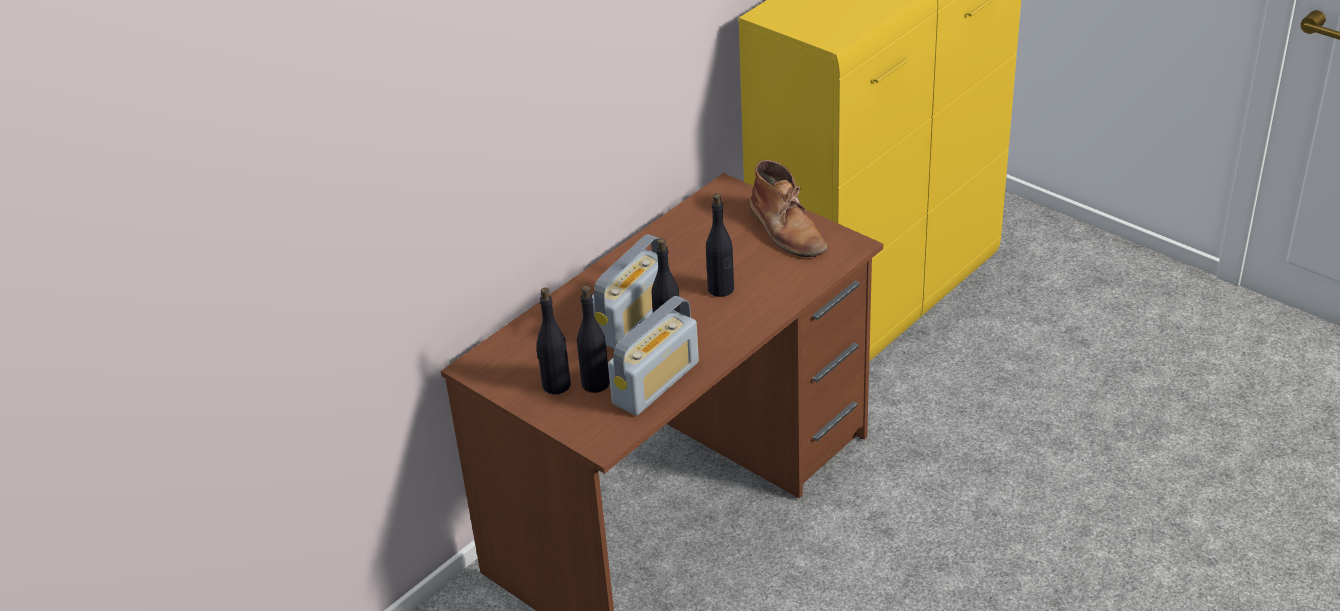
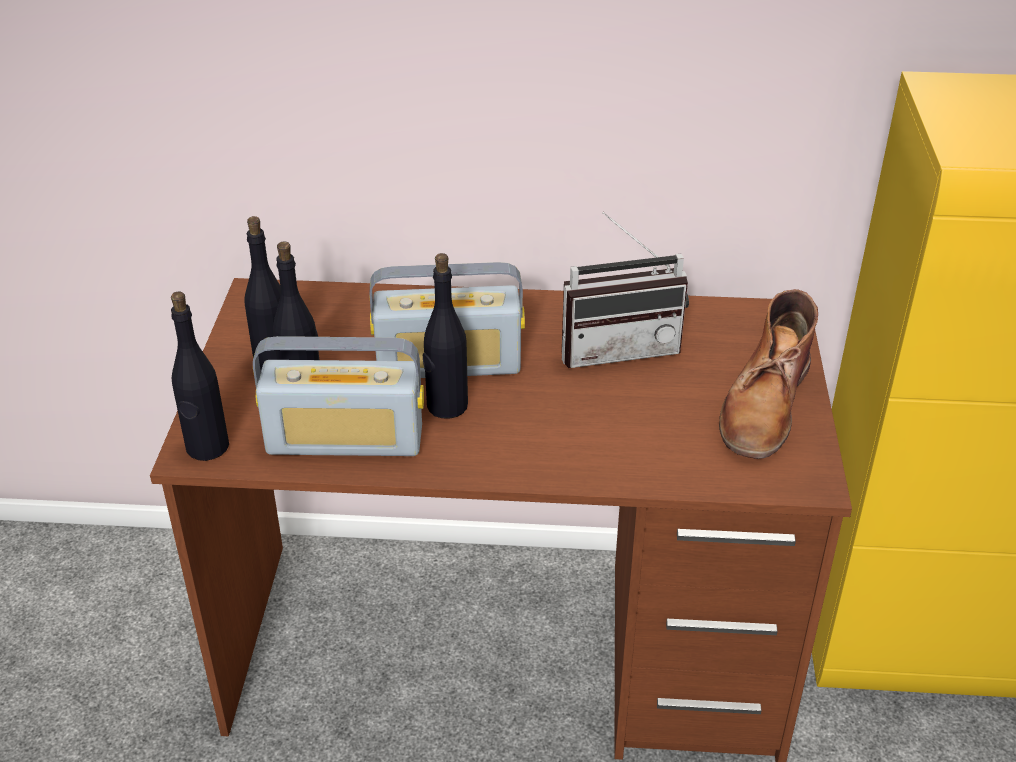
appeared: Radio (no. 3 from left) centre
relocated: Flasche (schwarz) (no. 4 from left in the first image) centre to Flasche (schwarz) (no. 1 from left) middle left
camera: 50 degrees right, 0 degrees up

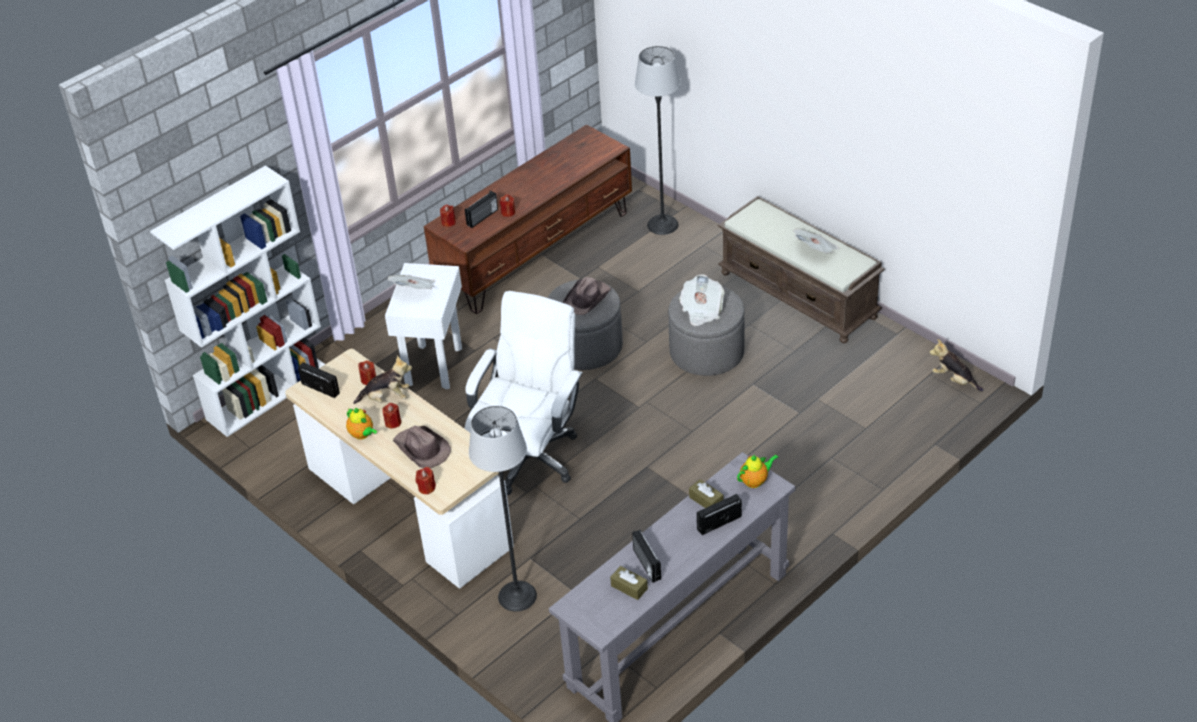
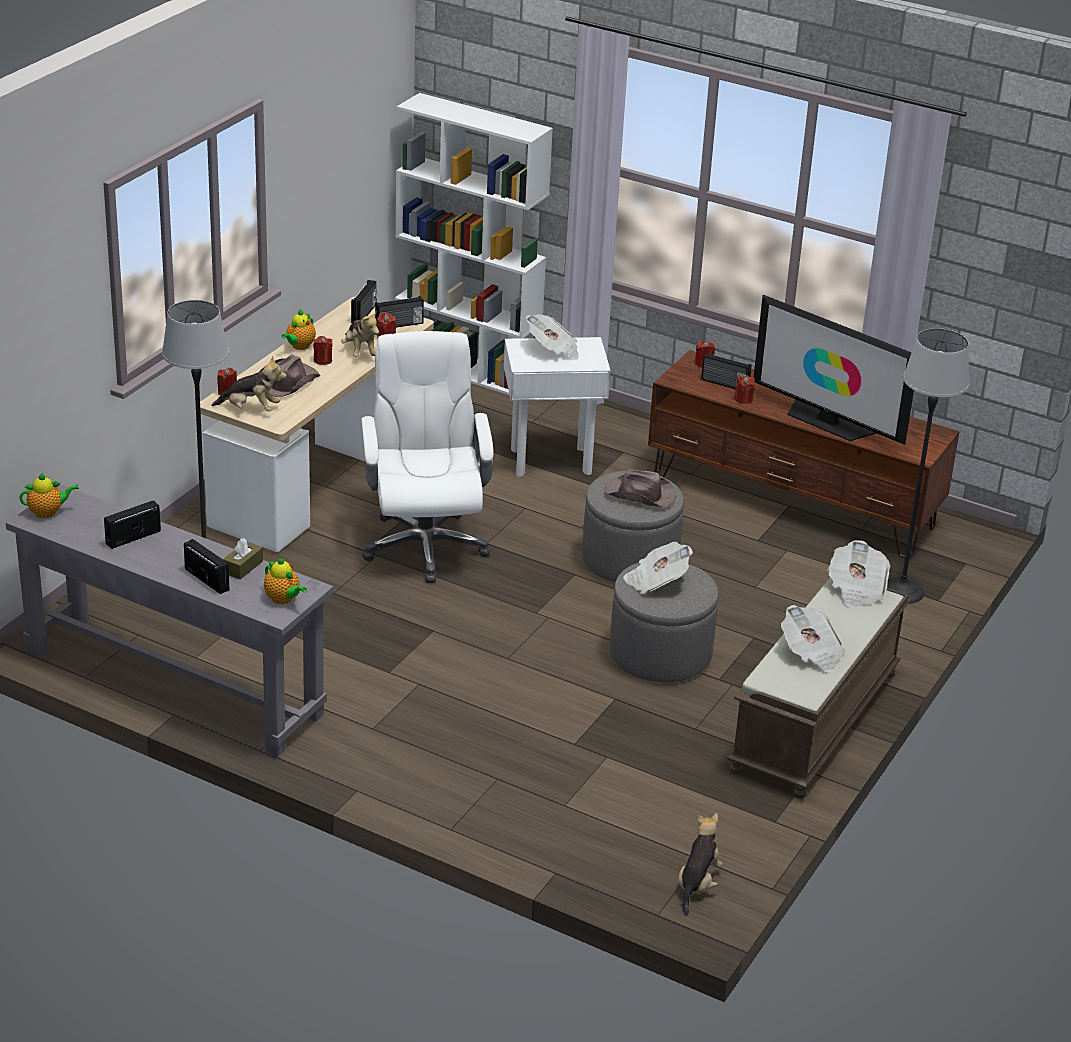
missing: Taschentuchbox (braun) (no. 1 from left) bottom centre
appeared: Teekanne (no. 1 from left) middle left; Plüschtier (no. 1 from left) middle left; Radio (no. 4 from left) top centre; Fernseher middle right; Zeitung (no. 4 from left) middle right
spun: Bürostuhl (weiß) centre = centre 105 degrees counterclockwise
camera: 70 degrees right, 10 degrees down

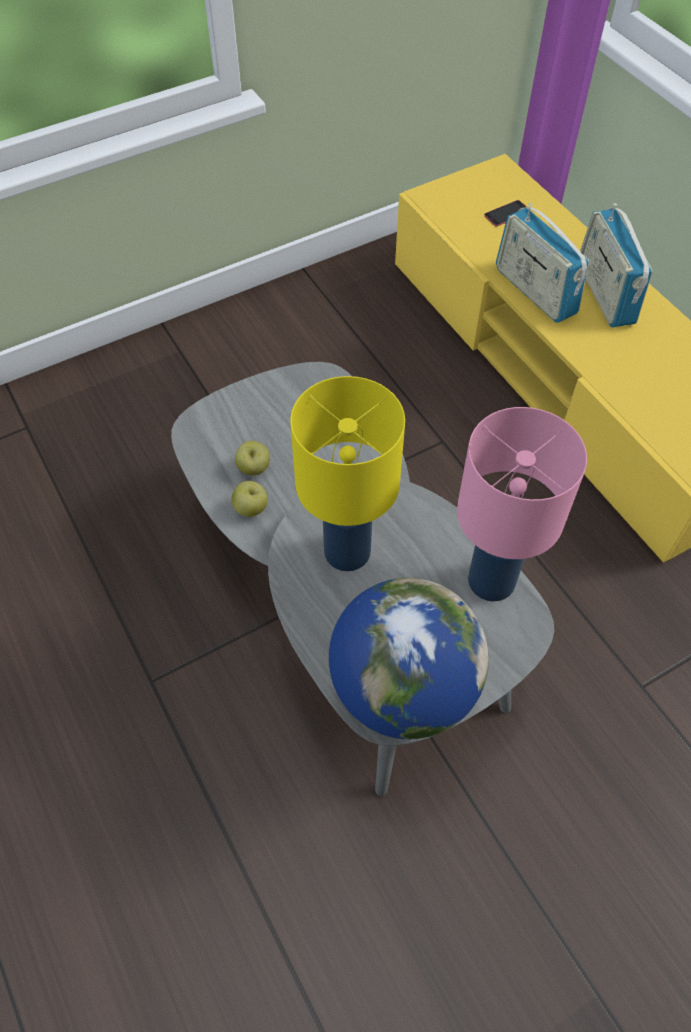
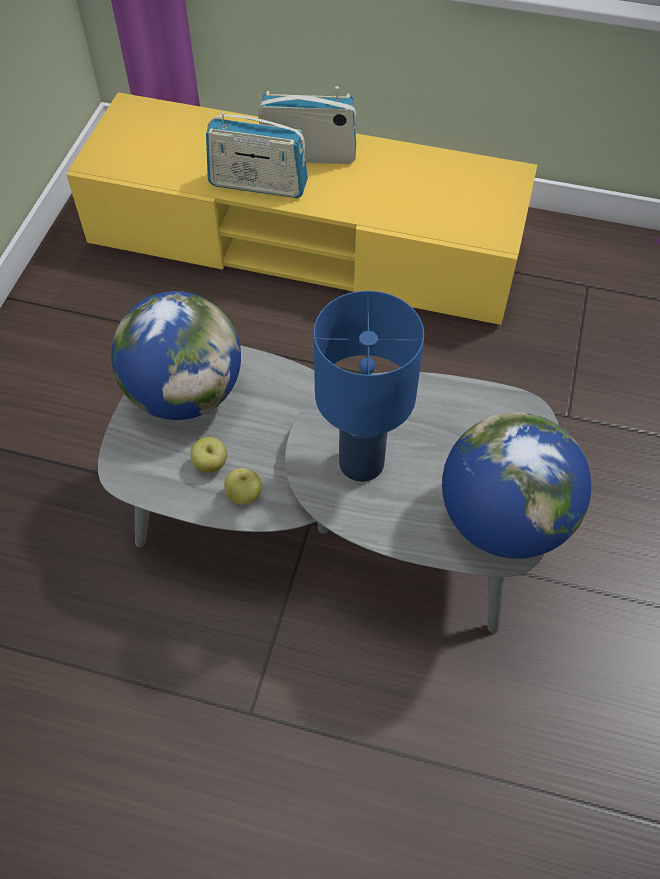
missing: Tischlampe (rosa) middle right; Handy top right
appeared: Globus (no. 1 from left) middle left
colour: Tischlampe (gelb) centre to Tischlampe (blau) centre
spun: Radio (no. 2 from left) top right = top centre 150 degrees clockwise
camera: 45 degrees left, 0 degrees up

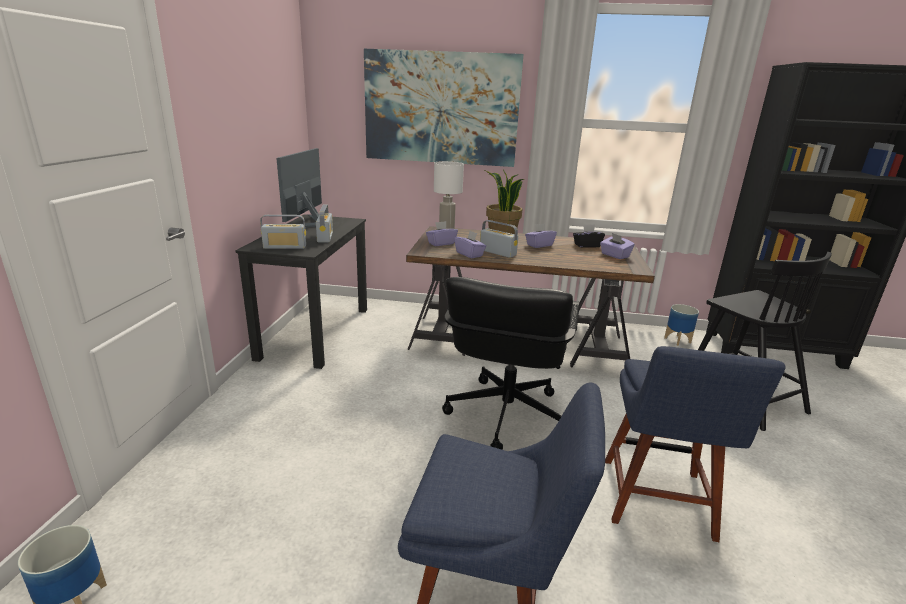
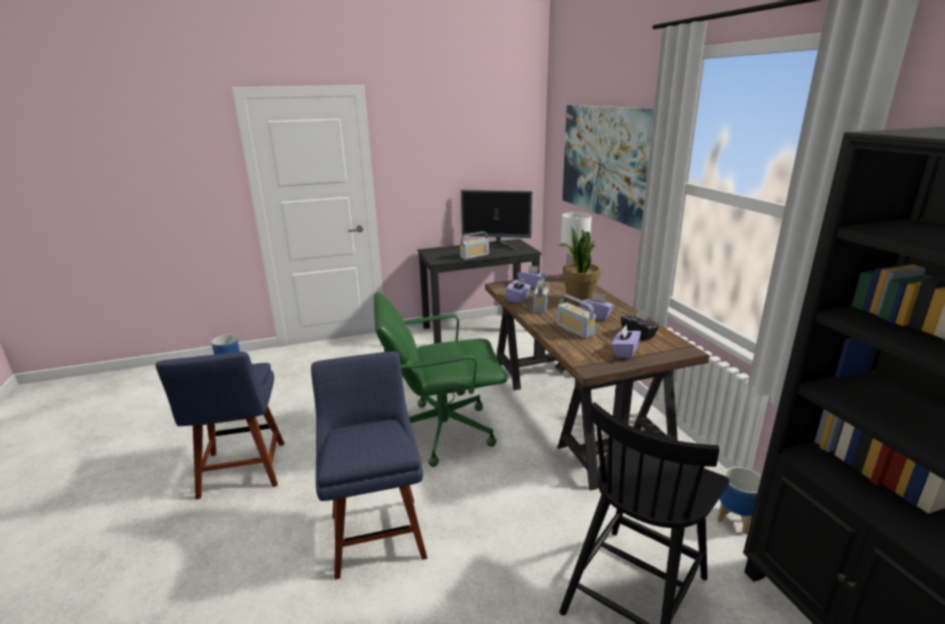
relocated: Radio (no. 1 from left in the first image) middle left to Radio (no. 3 from left) centre
colour: Bürostuhl (schwarz) centre to Bürostuhl (grün) centre
spun: Monitor top left = centre 150 degrees counterclockwise; Stuhl (blau) (no. 2 from left) bottom right = bottom centre 90 degrees clockwise
camera: 65 degrees right, 0 degrees up

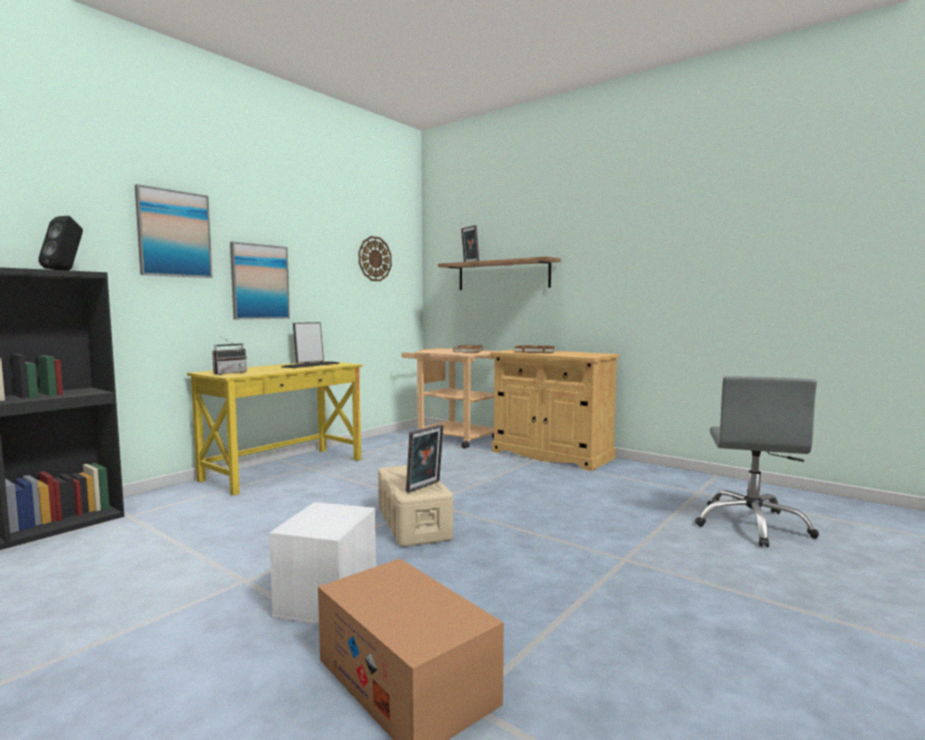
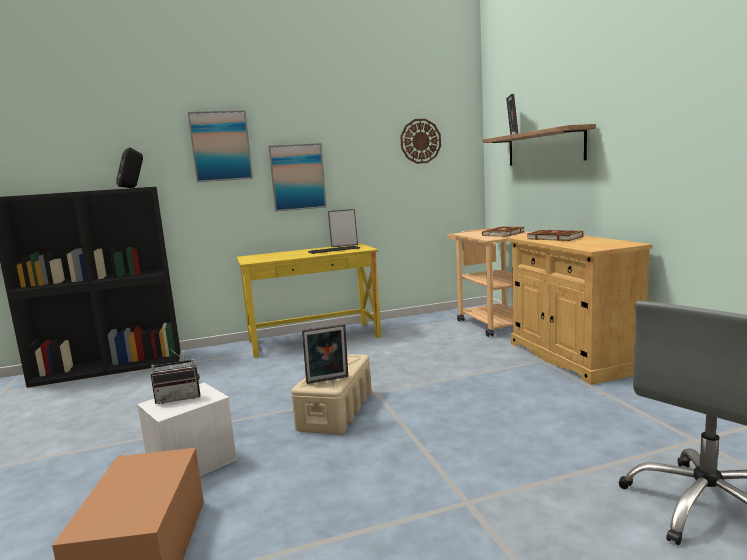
relocated: Radio middle left to bottom left
camera: 35 degrees right, 5 degrees up

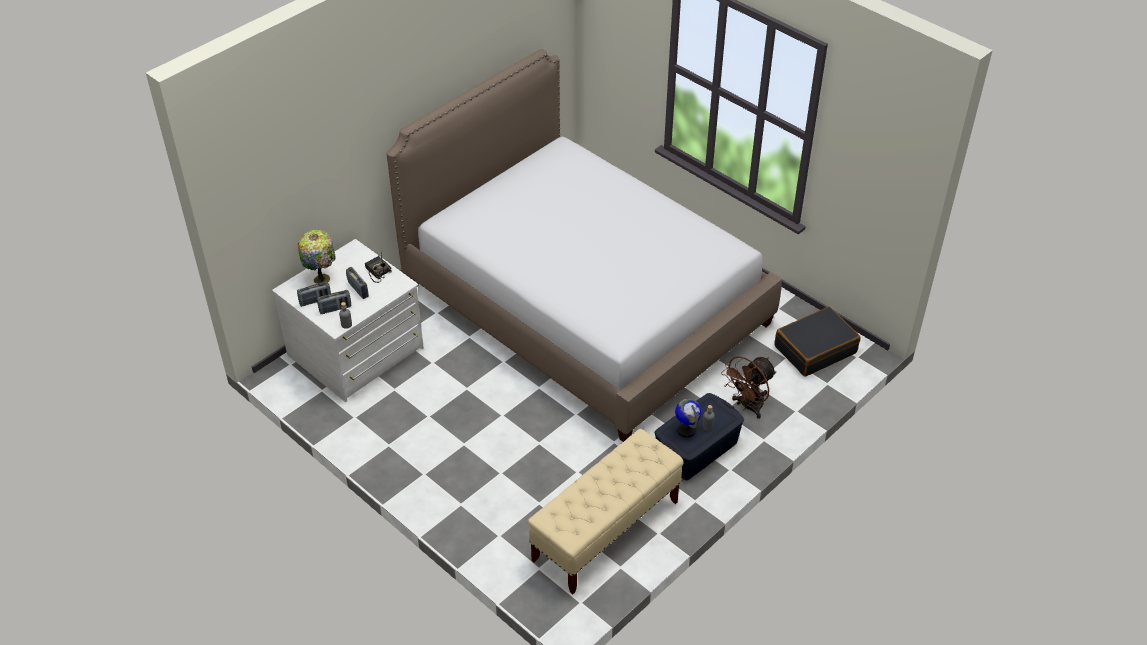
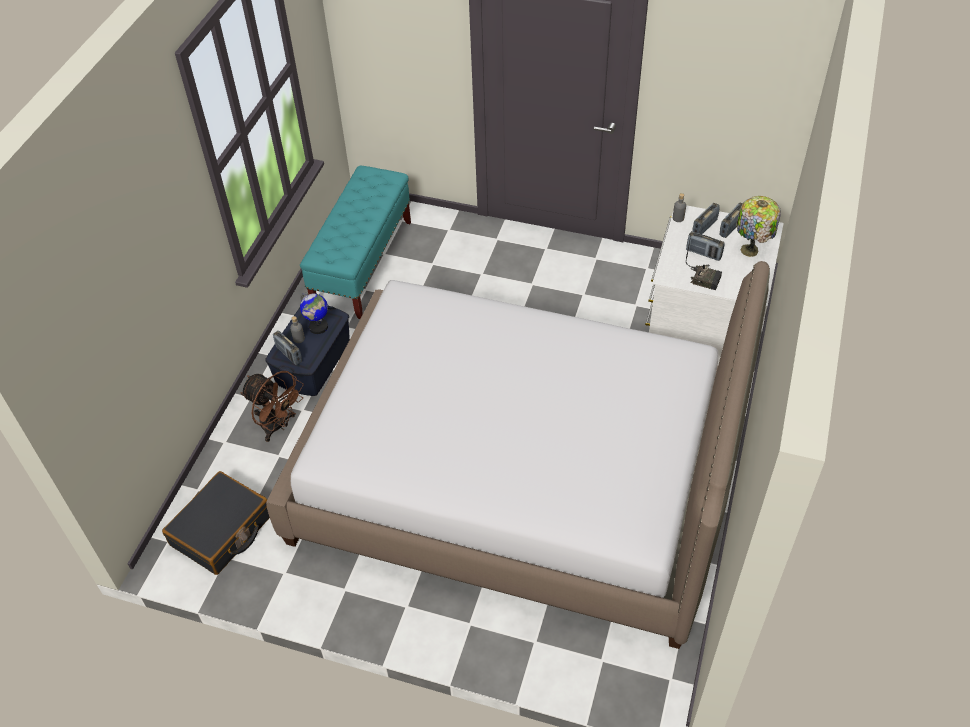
appeared: Radio (no. 1 from left) middle left
colour: Bank (beige) bottom centre to Bank (türkis) top centre
spun: Ventilator (braun) centre = middle left 105 degrees clockwise
camera: 155 degrees right, 5 degrees up

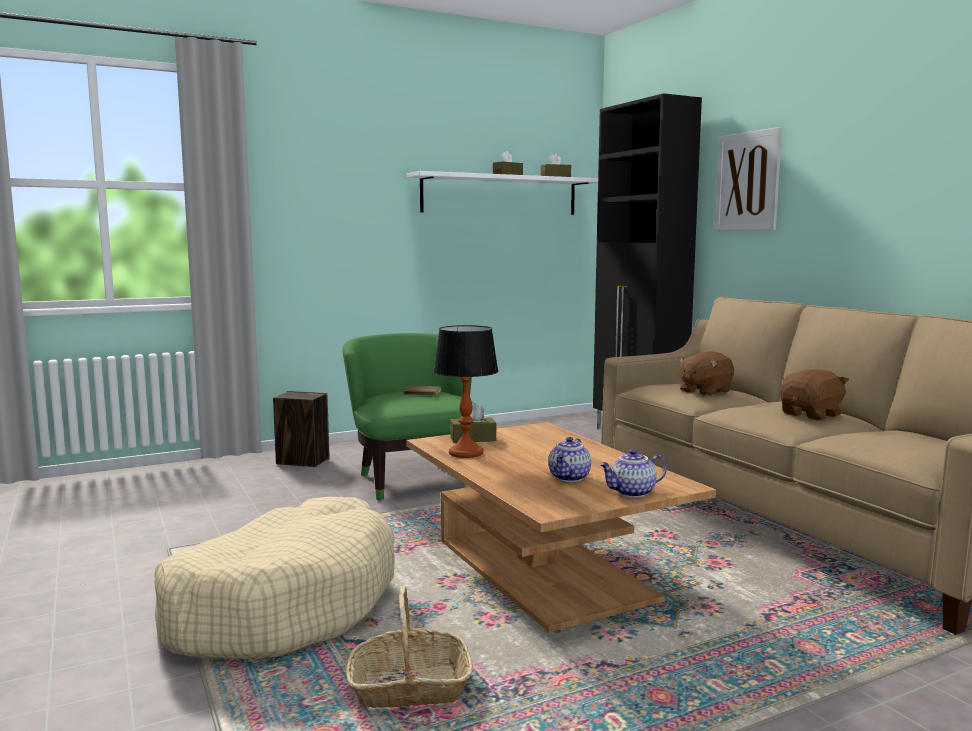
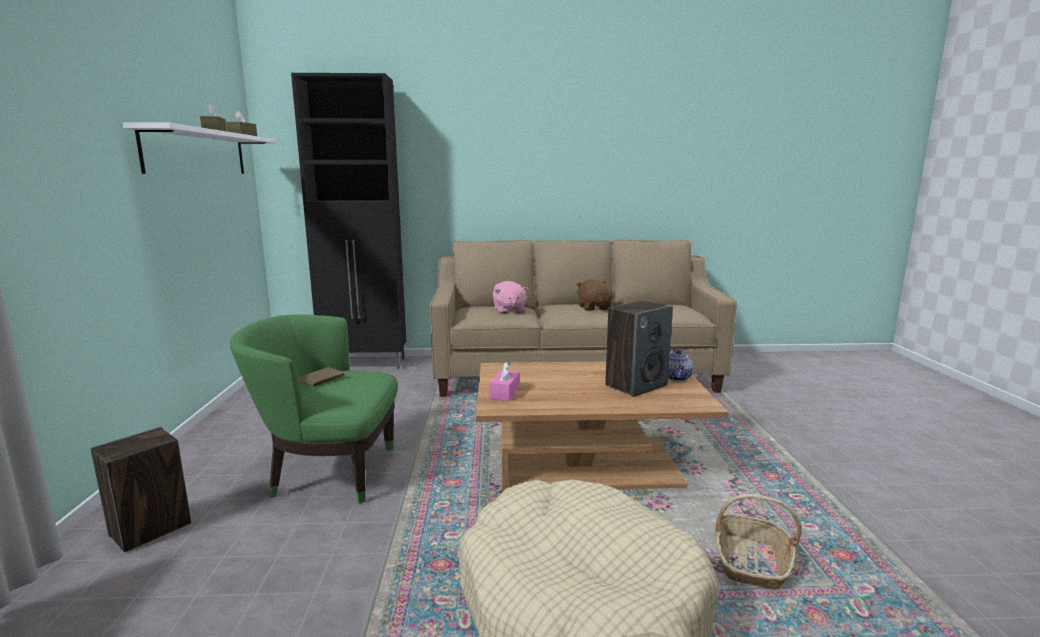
missing: Tischlampe centre; Bild top right
exchanged: Teekanne (no. 1 from left) centre to Lautsprecher (no. 2 from left) centre
colour: Taschentuchbox (braun) (no. 1 from left) centre to Taschentuchbox (rosa) centre; Plüschtier (braun) (no. 1 from left) middle right to Plüschtier (rosa) centre
camera: 65 degrees left, 5 degrees up

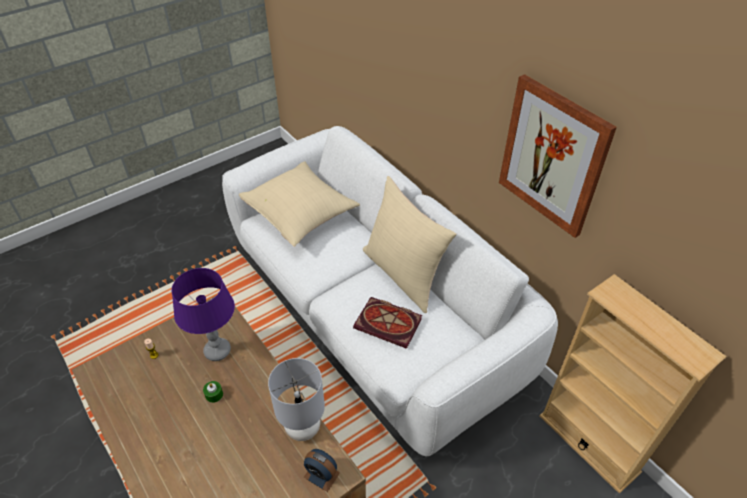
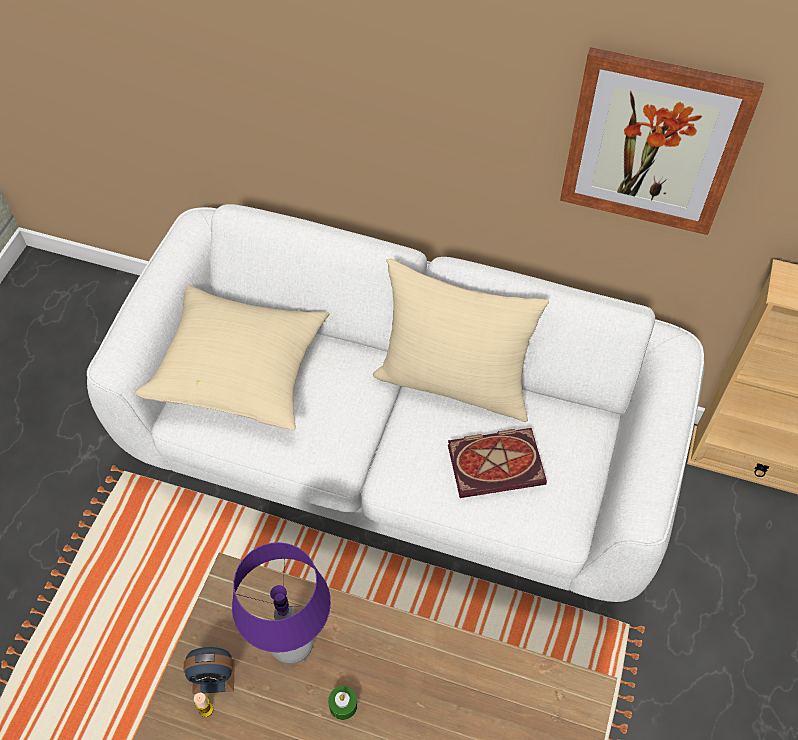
missing: Tischlampe (grau) bottom centre
relocated: Wecker bottom centre to bottom left
camera: 35 degrees left, 10 degrees up

